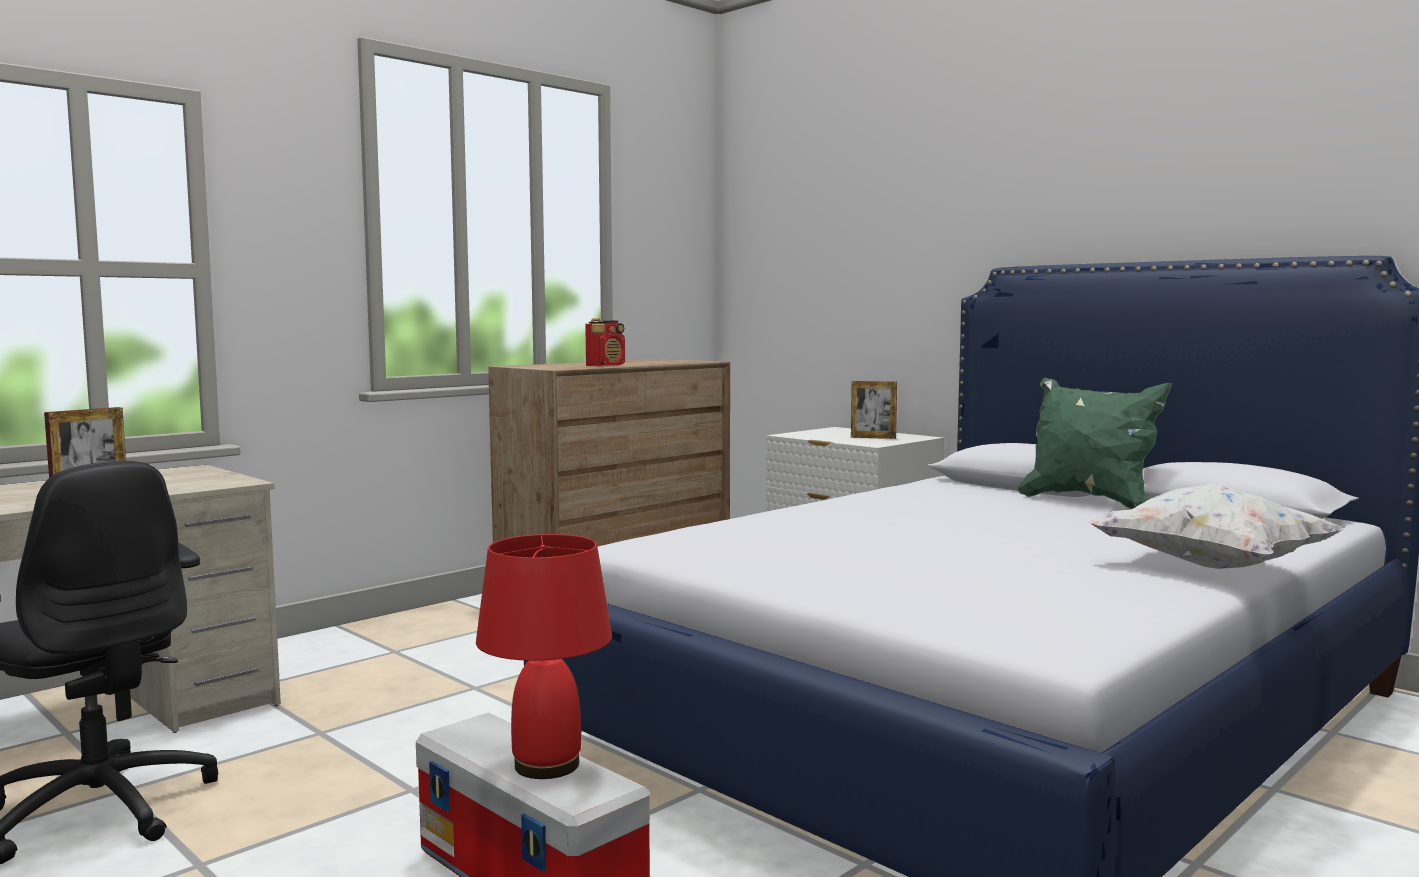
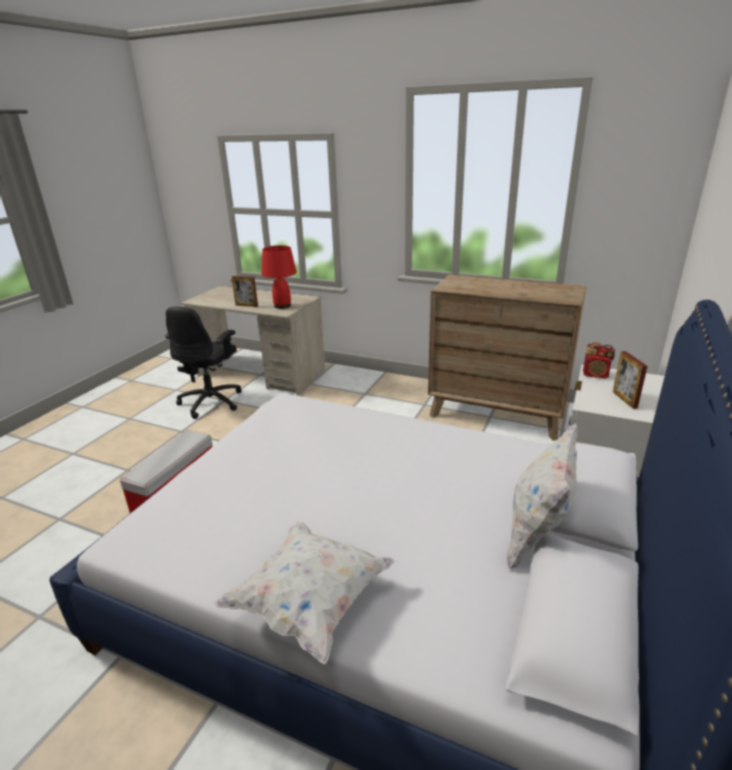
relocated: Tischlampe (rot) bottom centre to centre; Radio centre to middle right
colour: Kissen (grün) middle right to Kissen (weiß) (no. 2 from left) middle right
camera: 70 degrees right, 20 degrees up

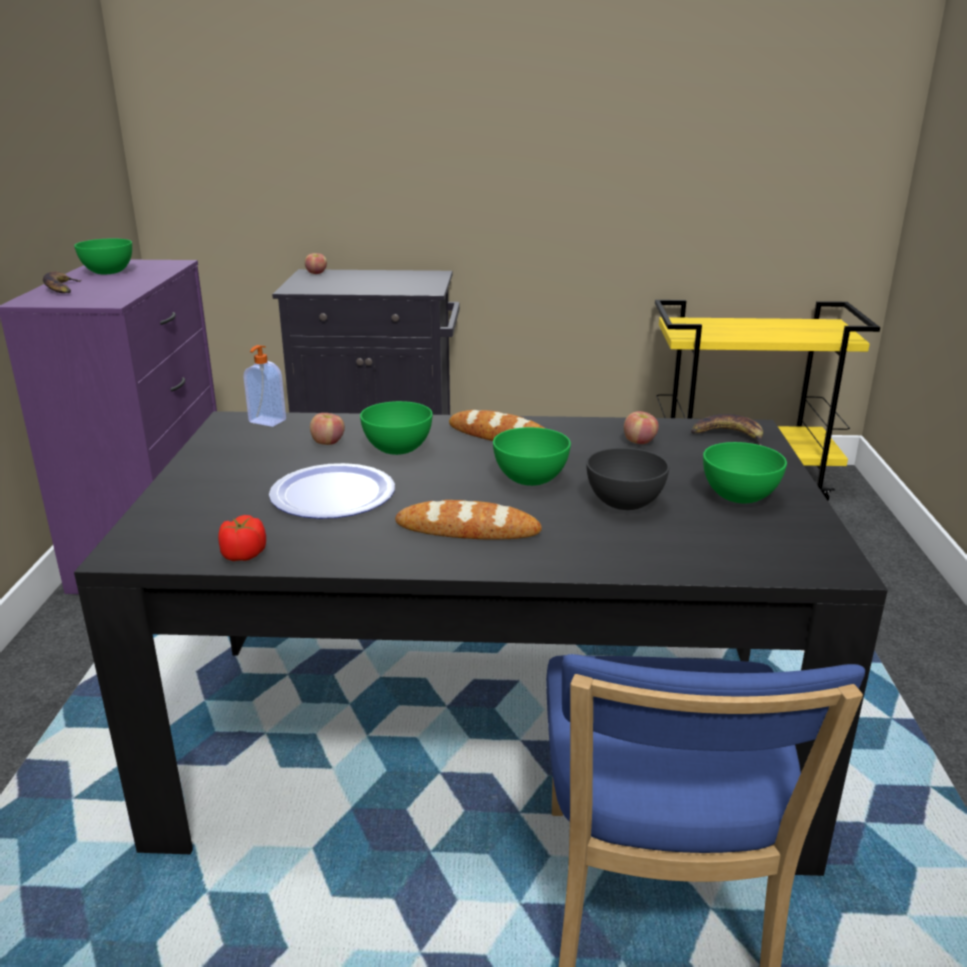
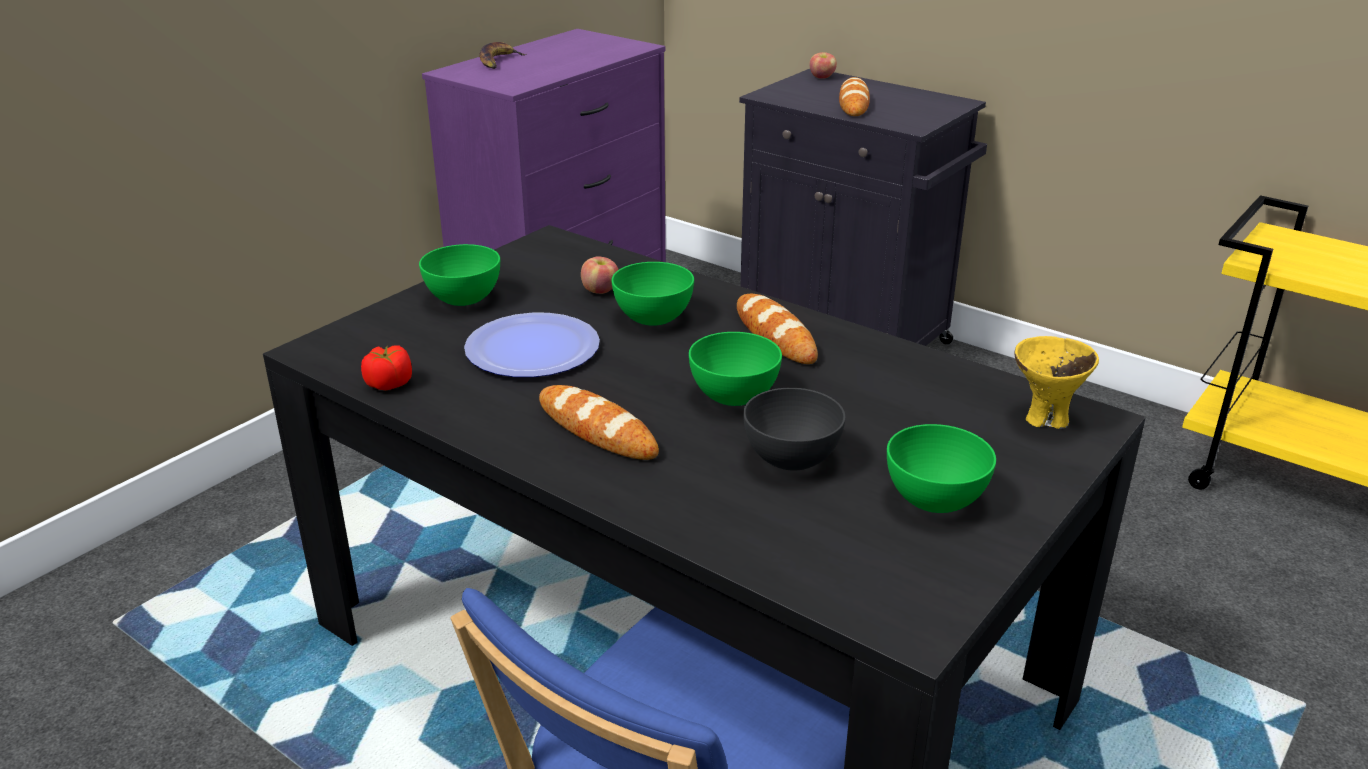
missing: Seifenspender middle left; Apfel (no. 3 from left) centre
appeared: Brot (no. 3 from left) top centre
relocated: Schüssel (grün) (no. 1 from left) top left to centre
exchanged: Banane (no. 2 from left) middle right to Schüssel (gelb) middle right
camera: 35 degrees right, 5 degrees up

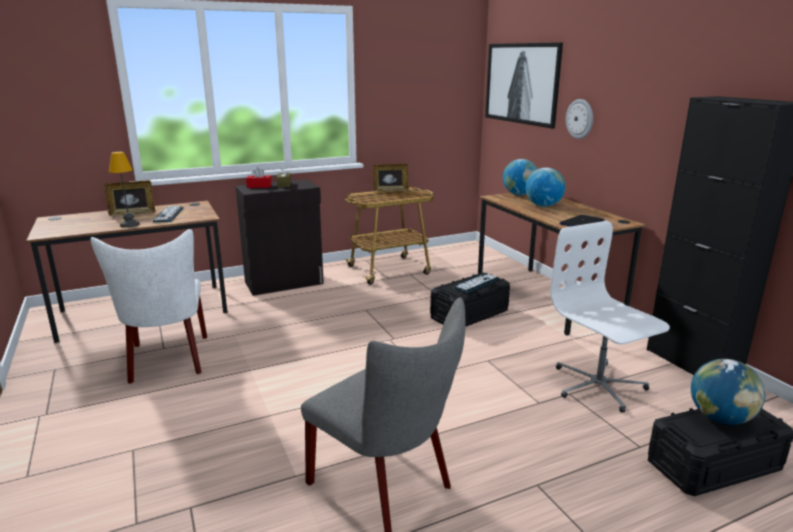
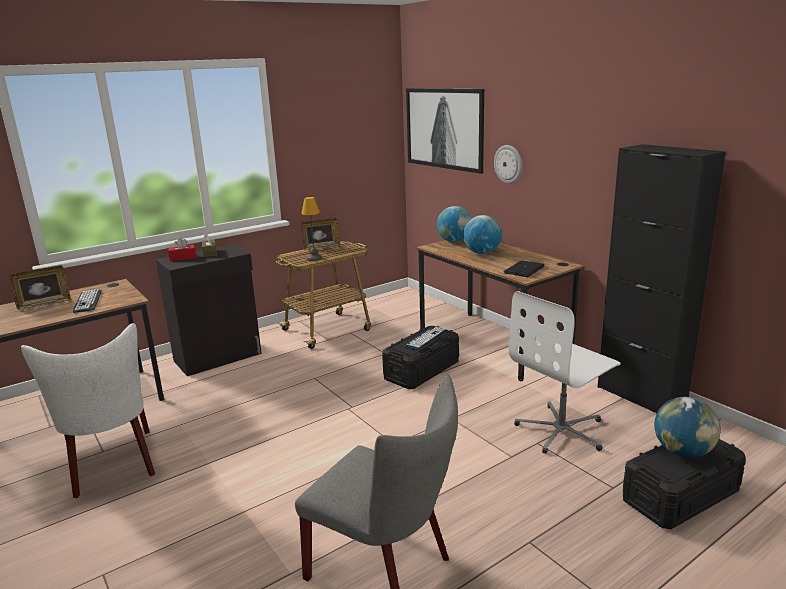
relocated: Tischlampe middle left to centre
spun: Bürostuhl (weiß) middle right = middle right 90 degrees counterclockwise
camera: 10 degrees left, 0 degrees up

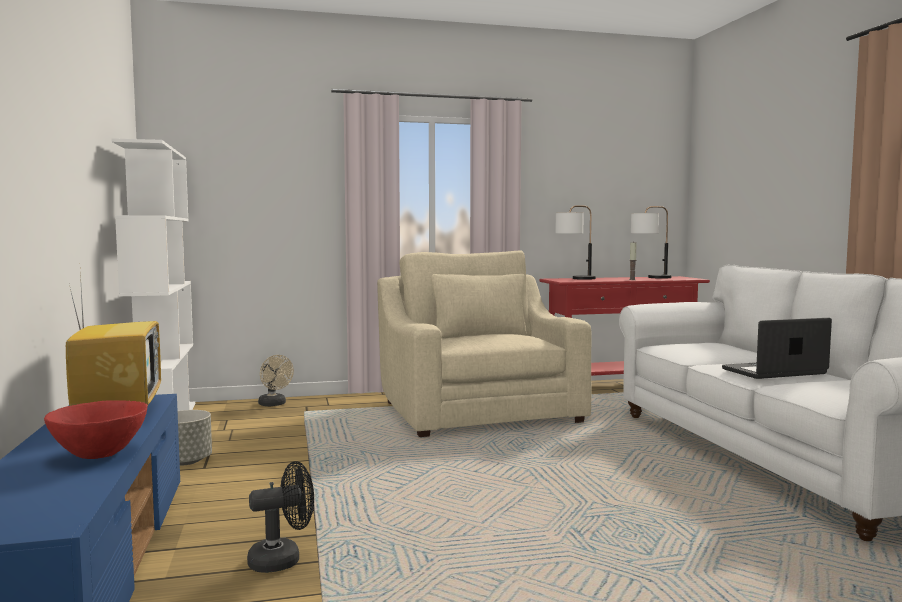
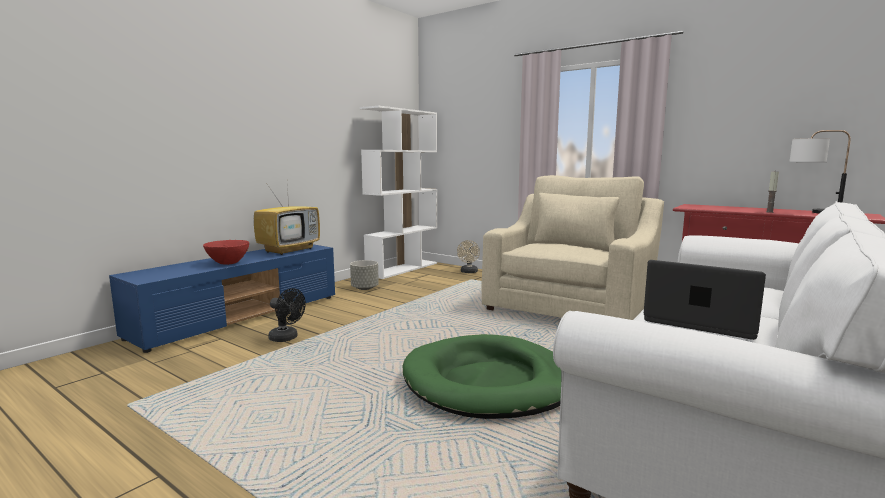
missing: Tischlampe (no. 1 from left) centre
appeared: Hundebett (grün) bottom centre
camera: 50 degrees right, 5 degrees up

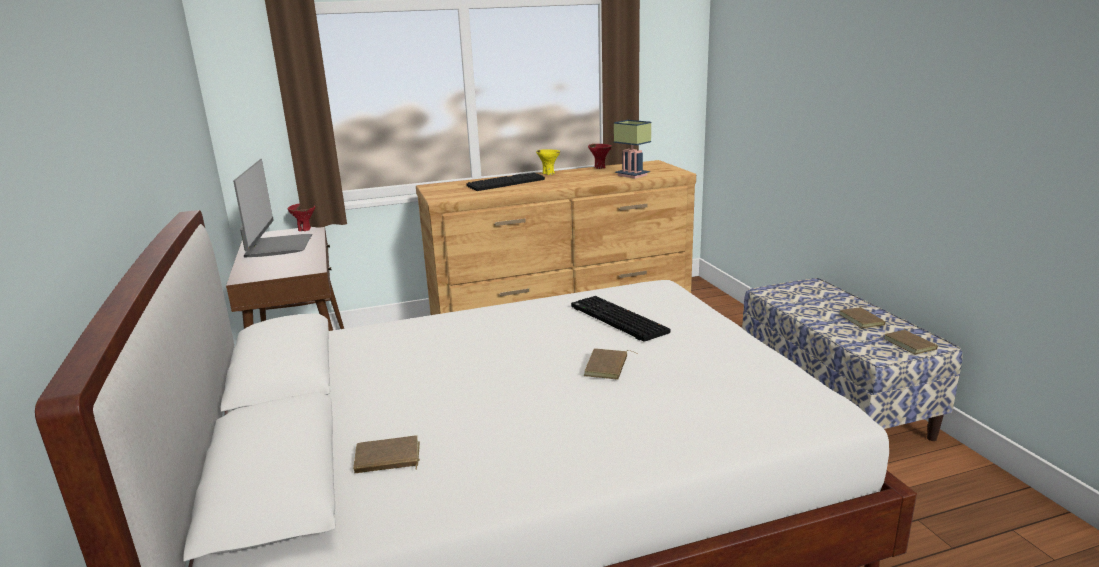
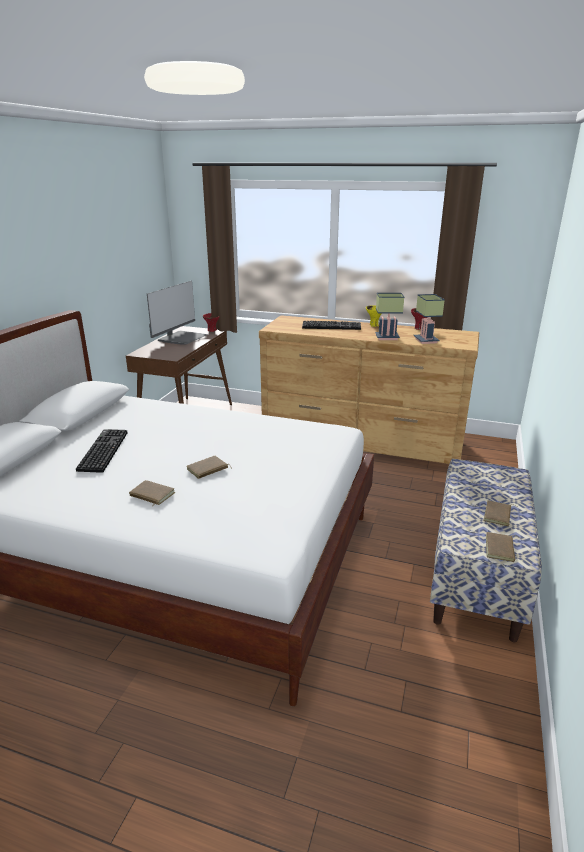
appeared: Tischlampe (no. 1 from left) centre
relocated: Buch (braun) (no. 1 from left) bottom centre to middle left; Tastatur (no. 2 from left in the first image) centre to Tastatur (no. 1 from left) middle left
camera: 35 degrees right, 5 degrees up

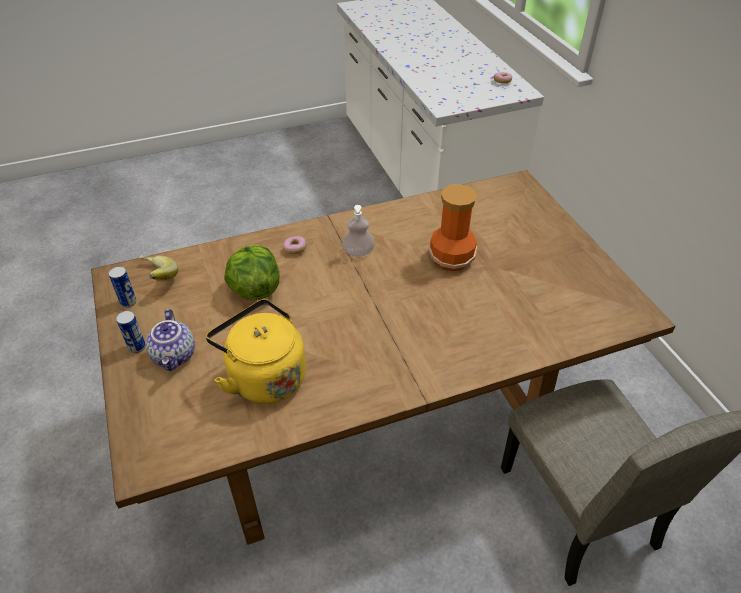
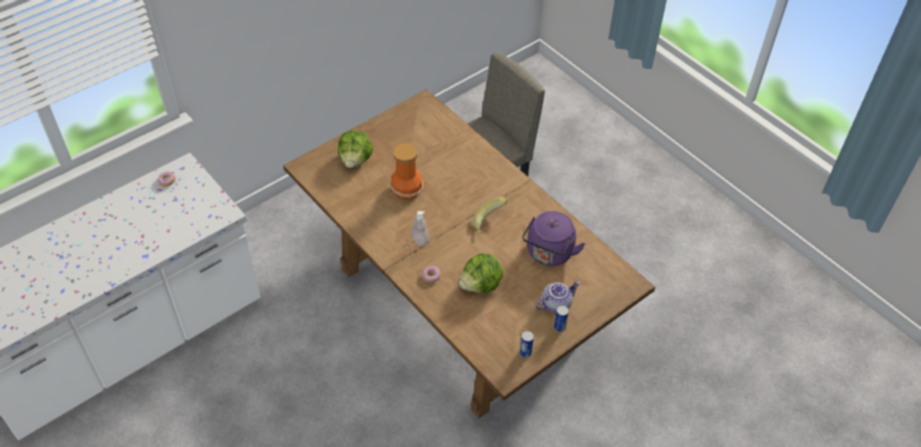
appeared: Salatkopf (no. 1 from left) centre
relocated: Banane middle left to centre
colour: Wasserkessel (gelb) centre to Wasserkessel (lila) centre
camera: 110 degrees left, 5 degrees up

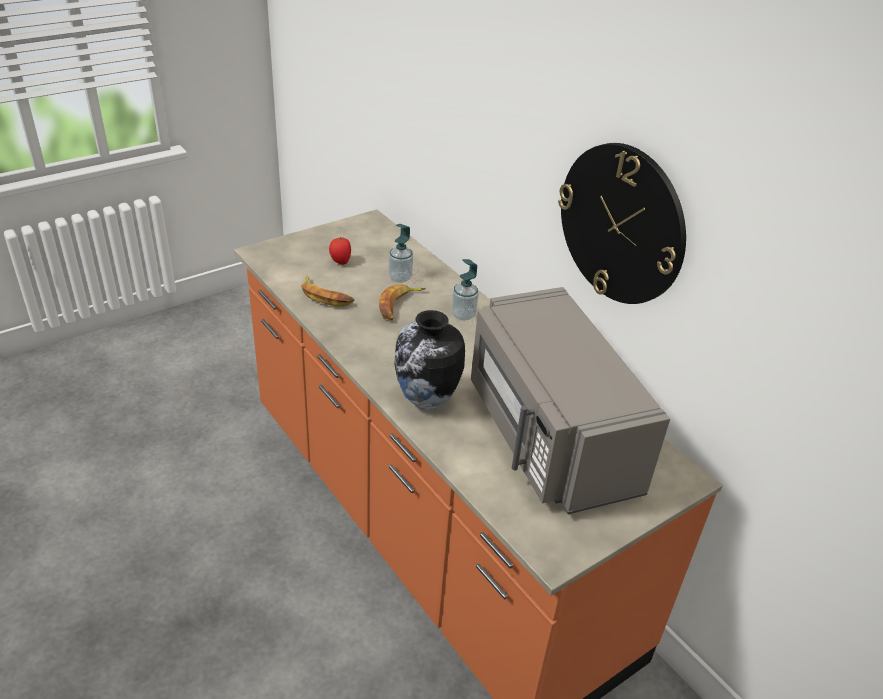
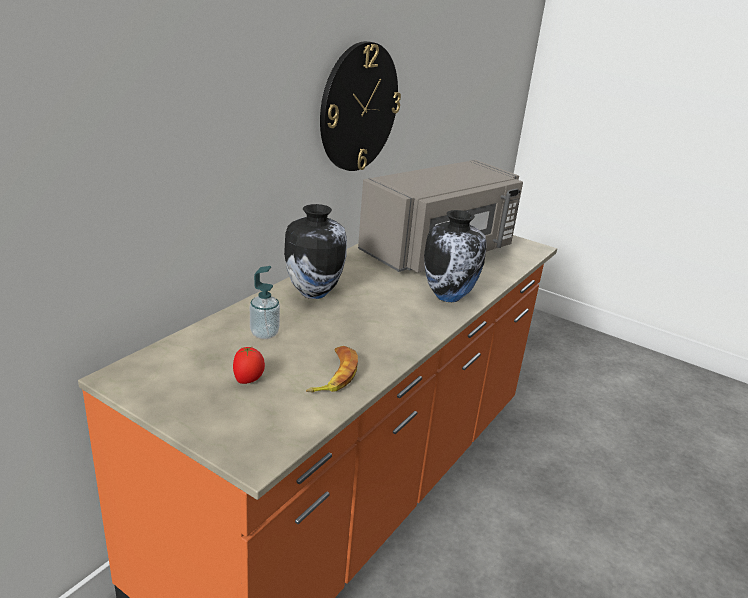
missing: Banane (no. 2 from left) centre
exchanged: Seifenspender (no. 2 from left) centre to Vase (no. 1 from left) centre
camera: 110 degrees left, 10 degrees down

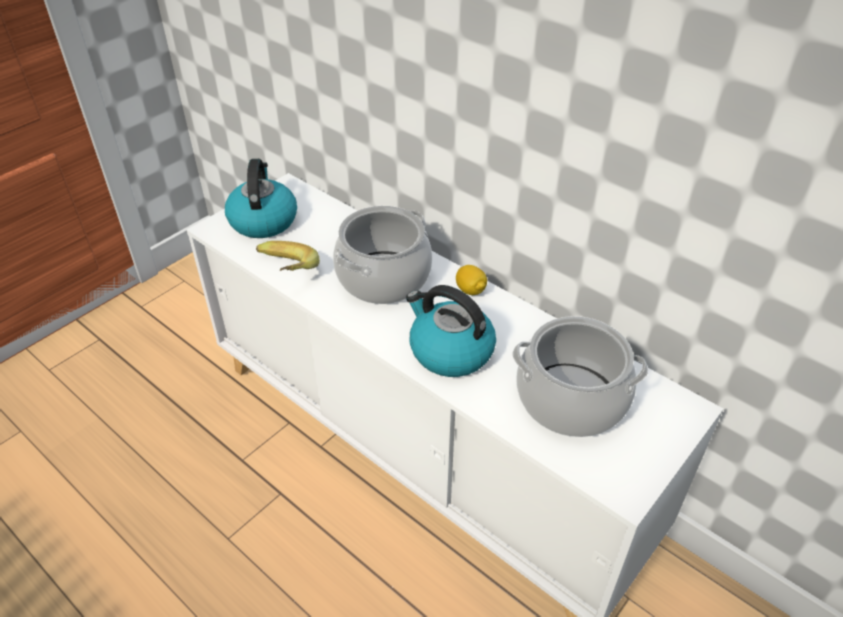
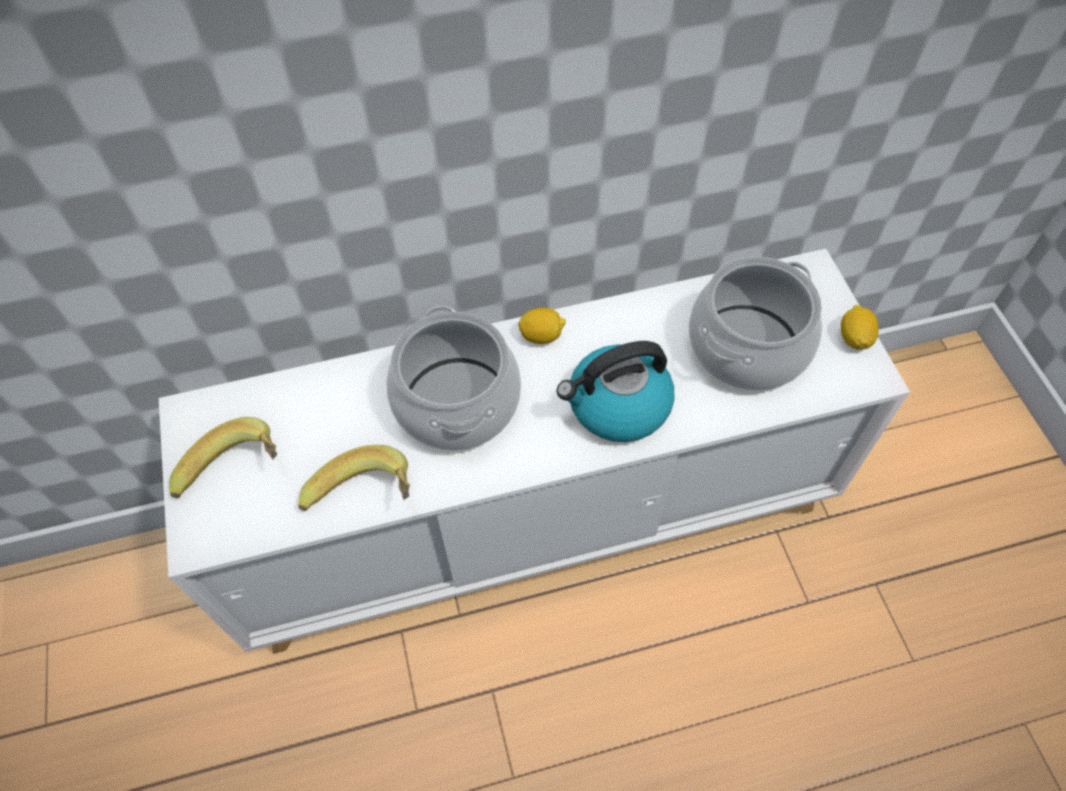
appeared: Zitrone (no. 2 from left) middle right
exchanged: Wasserkessel (no. 1 from left) top left to Banane (no. 1 from left) middle left
camera: 55 degrees left, 15 degrees up

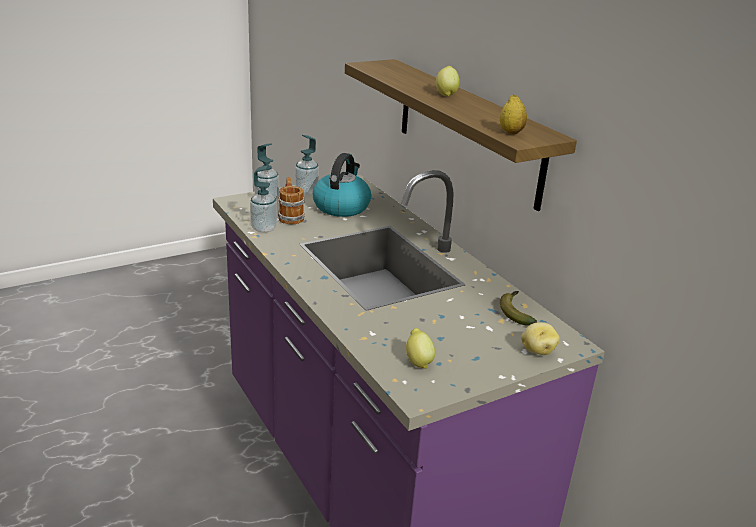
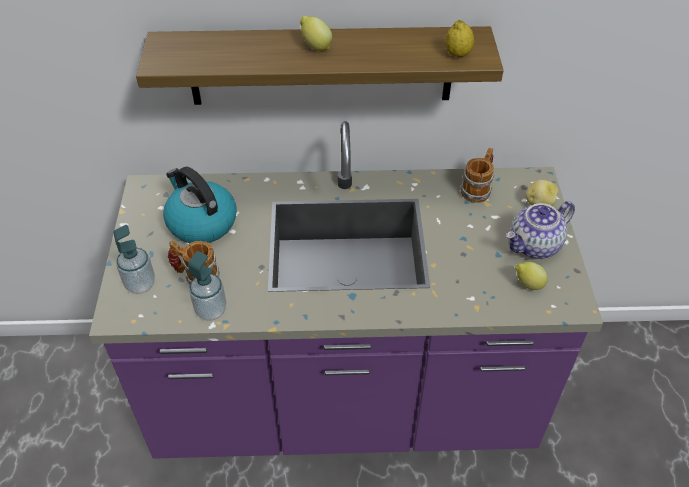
missing: Seifenspender (no. 3 from left) top centre
appeared: Teekanne middle right
exchanged: Banane middle right to Henkelbecher (no. 2 from left) middle right
camera: 60 degrees left, 20 degrees up

